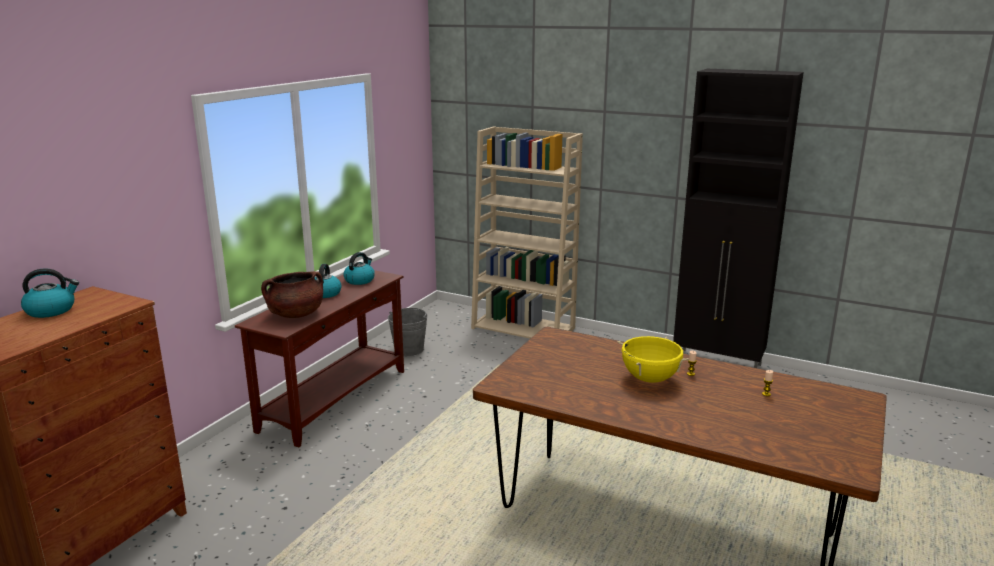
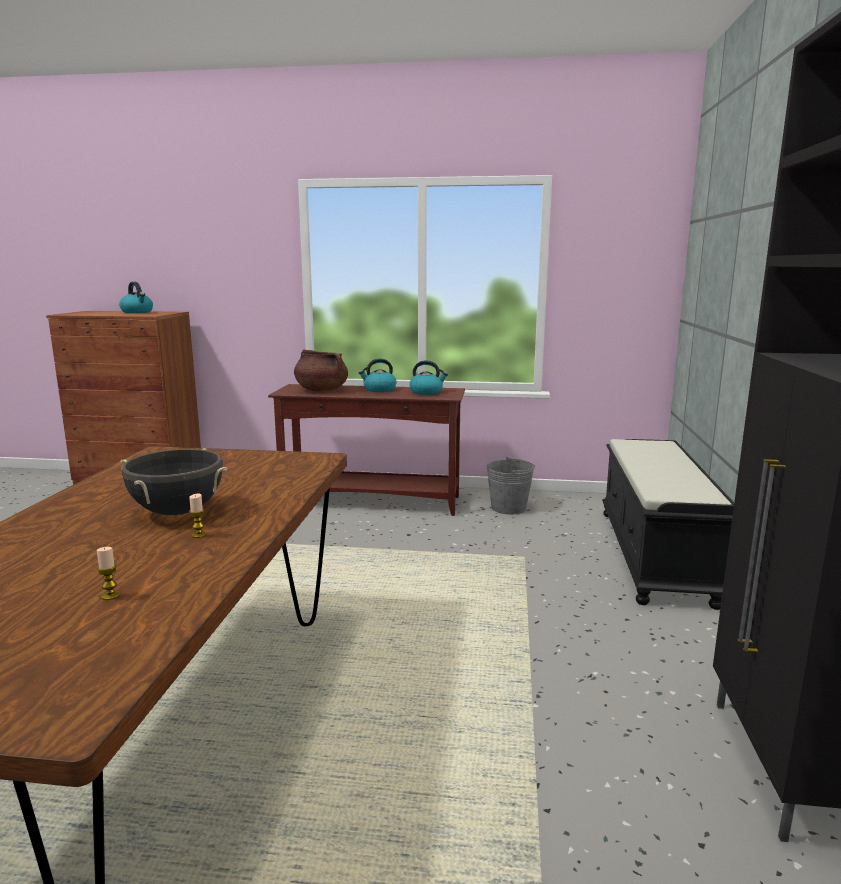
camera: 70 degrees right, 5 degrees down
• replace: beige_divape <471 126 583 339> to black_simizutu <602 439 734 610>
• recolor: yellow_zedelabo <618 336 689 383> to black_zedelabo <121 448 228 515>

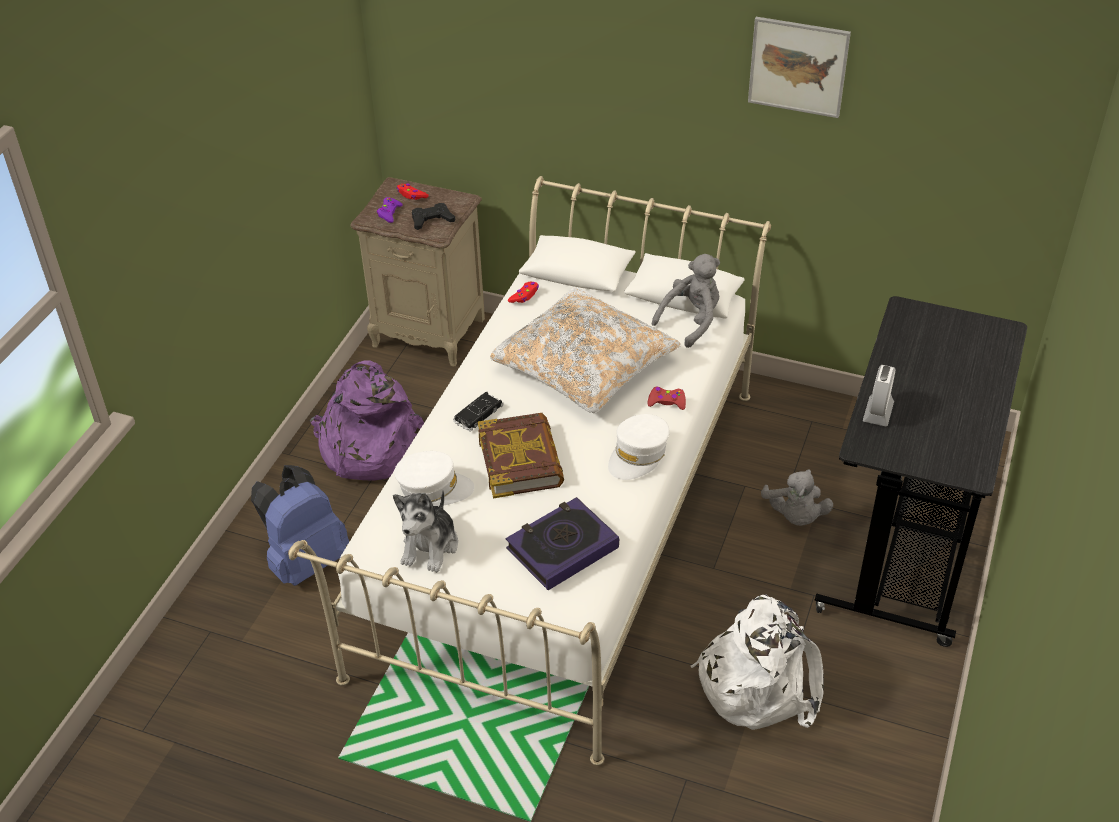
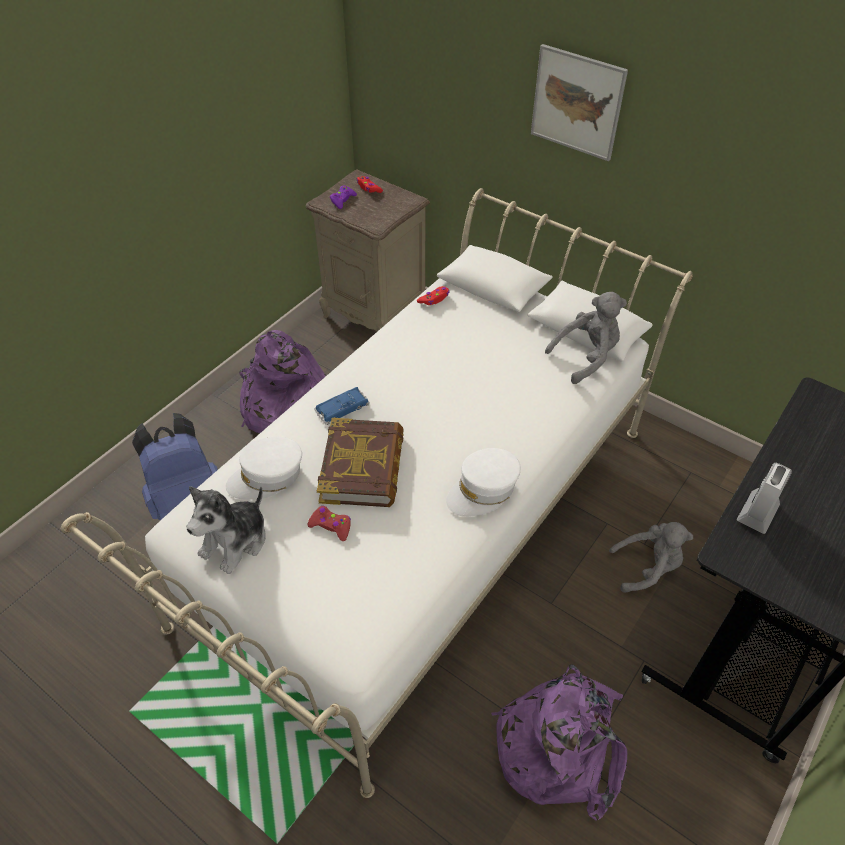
camera: 15 degrees right, 5 degrees up
• move: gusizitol <748 17 851 118> to <531 44 628 161>
• delete: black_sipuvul <412 203 455 230>
• delete: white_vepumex <490 287 681 413>
• move: red_sipuvul <647 387 686 410> to <308 506 351 541>
• recolor: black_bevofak <453 391 504 432> to blue_bevofak <315 387 370 425>
• rotate: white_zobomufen <394 451 475 506> = <226 437 302 500> 135 degrees clockwise
• rotate: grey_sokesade <761 469 833 526> = <609 522 693 593> 105 degrees counterclockwise
• delete: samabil <506 497 619 590>
• recolor: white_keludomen <691 594 824 730> to purple_keludomen <491 664 627 820>

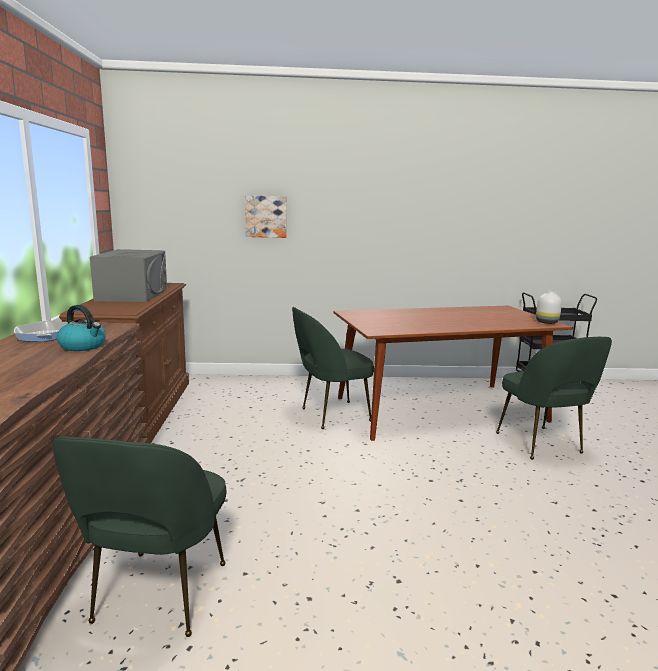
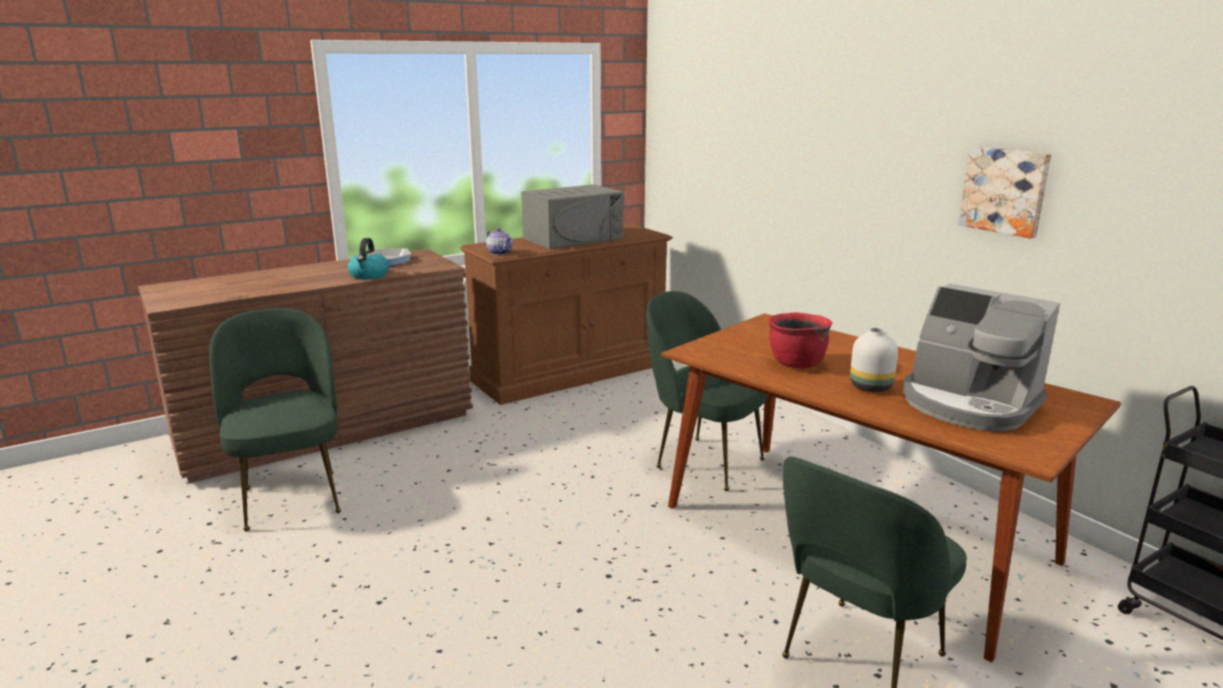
camera: 60 degrees right, 5 degrees up
• move: gusizitol <245 195 287 238> to <958 147 1051 238>
• move: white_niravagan <536 291 562 324> to <850 327 898 392>
• rotate: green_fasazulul <53 437 226 637> = <209 308 341 531> 90 degrees clockwise
• insert: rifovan <486 228 513 255>
• insert: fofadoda <903 284 1060 432>
• insert: red_zedelabo <768 313 832 368>

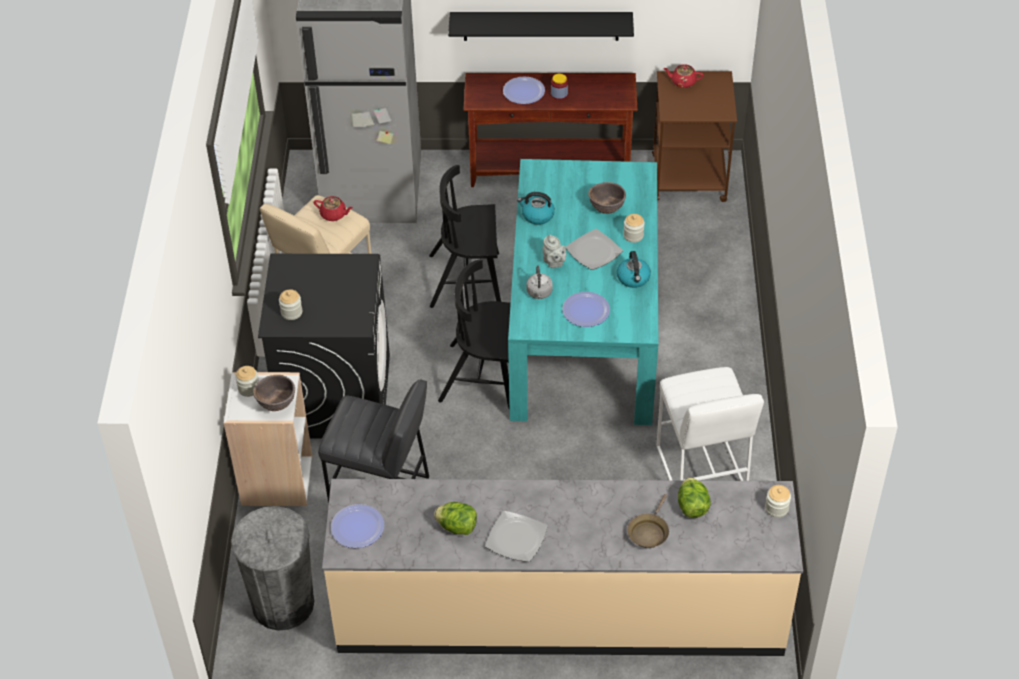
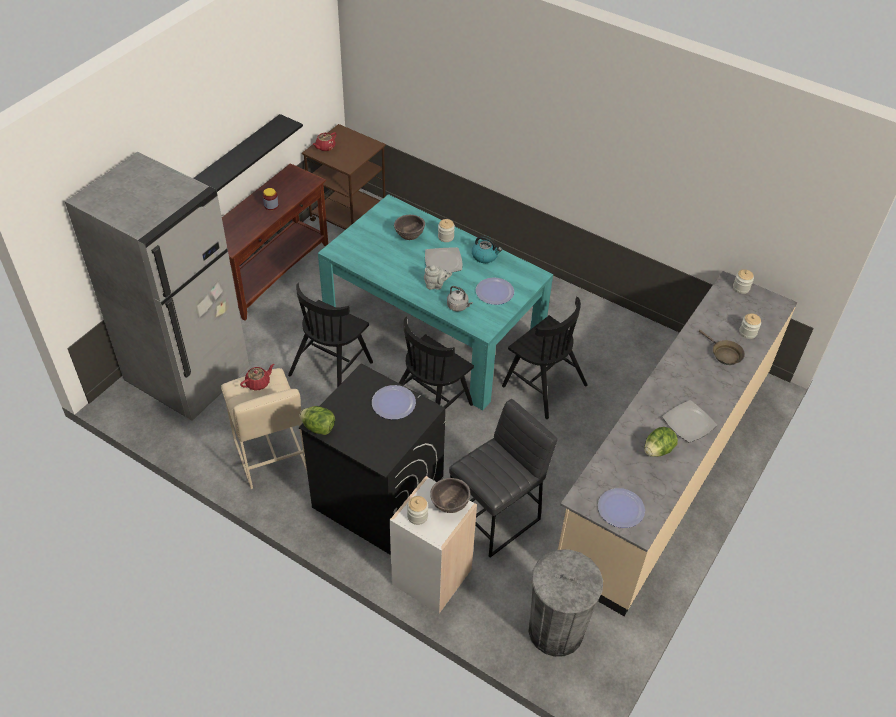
camera: 60 degrees left, 0 degrees up
• move: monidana <503 76 545 104> to <372 385 416 420>
• delete: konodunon <517 192 555 225>
• move: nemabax <279 289 302 320> to <739 313 761 339>
• delete: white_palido <656 367 764 481>
• move: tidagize <678 477 711 518> to <299 406 335 435>
• insert: black_fasazulul <502 296 588 419>

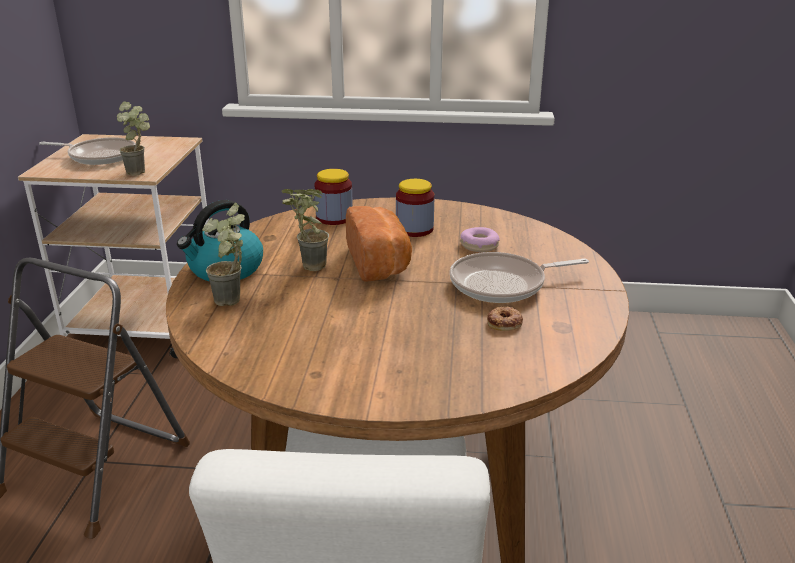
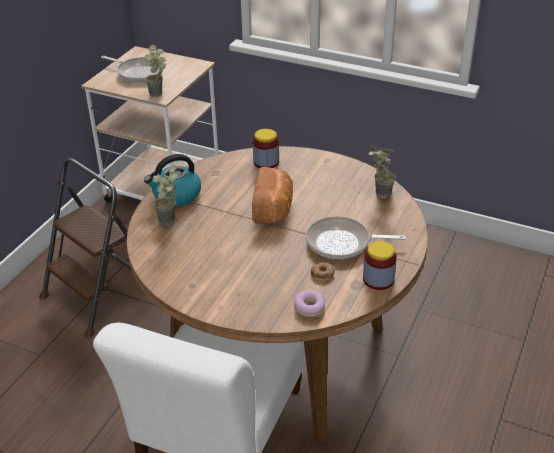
camera: 20 degrees right, 10 degrees up
• move: nemabax <396 179 434 237> to <363 241 397 290>
• move: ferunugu <282 189 329 271> to <368 146 396 199>
• move: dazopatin <460 227 500 252> to <294 290 325 317>

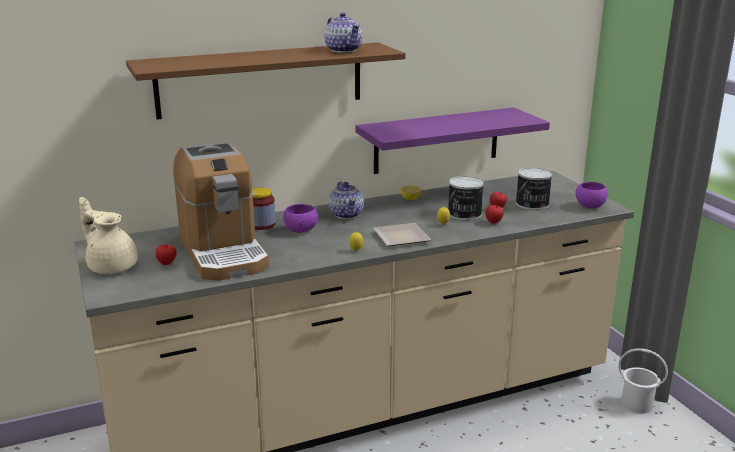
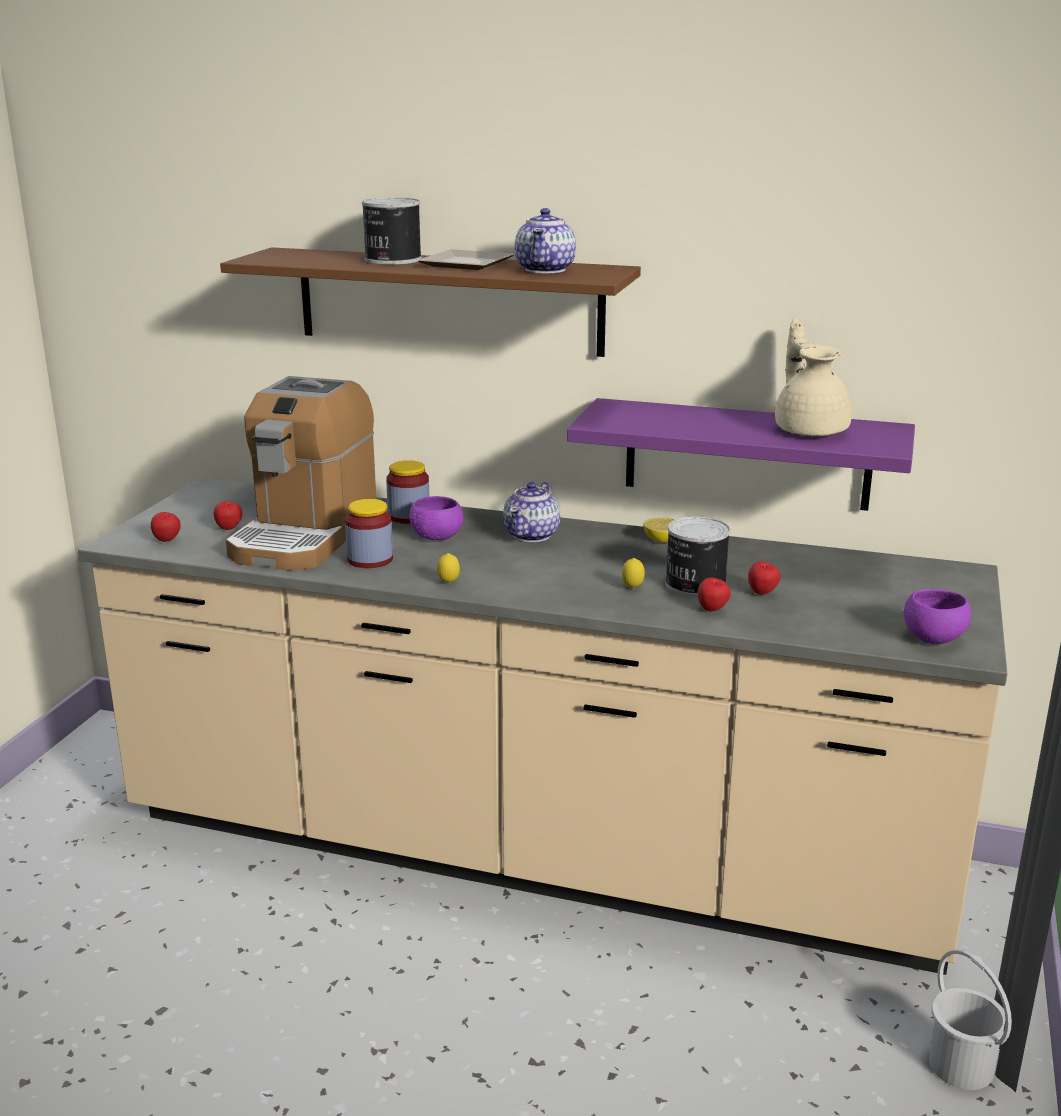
camera: 40 degrees right, 0 degrees up
• move: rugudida <516 167 552 210> to <362 197 422 265>
• move: beige_rifovan <79 197 138 274> to <775 319 852 437>
• move: monidana <373 223 431 246> to <417 249 514 270>
• insert: nemabax <345 499 393 568>
• insert: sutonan <151 512 181 542>

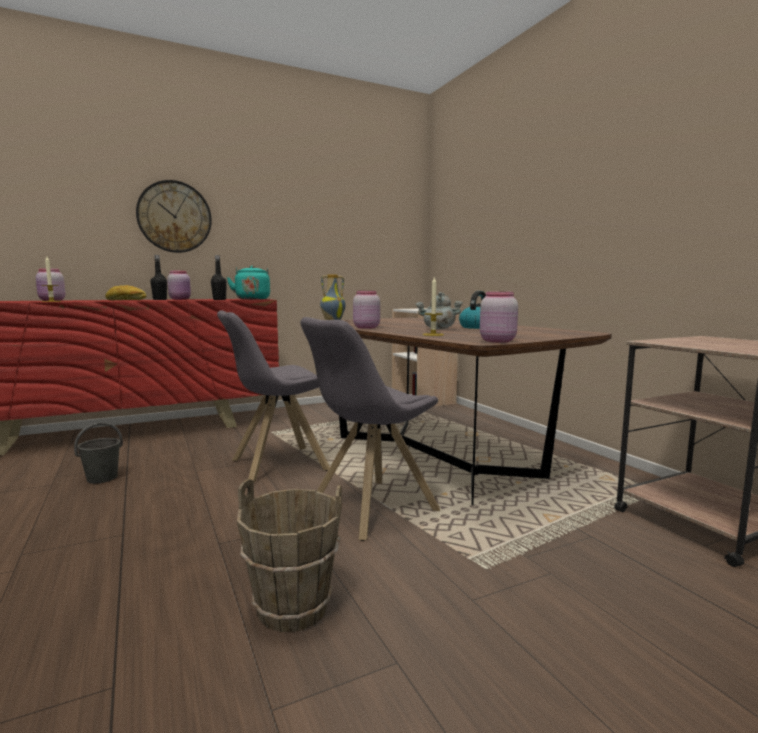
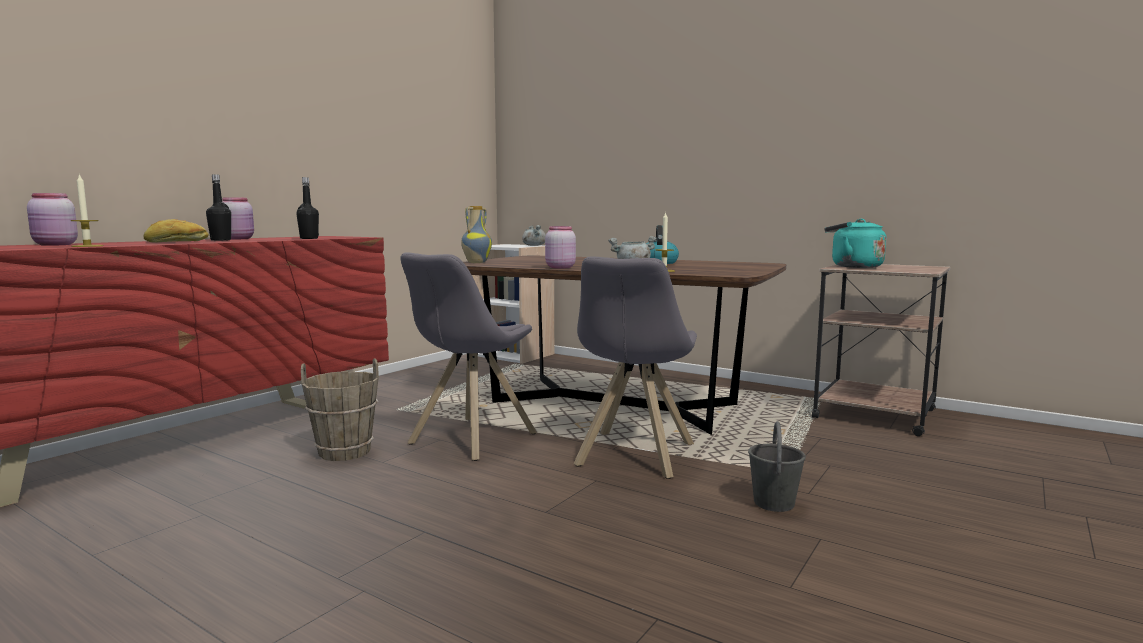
camera: 30 degrees left, 0 degrees up
• delete: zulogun <136 180 212 253>
• move: turquoise_konodunon <227 265 270 299> to <825 219 887 268>
• delete: pink_nemabax <480 292 518 343>
• move: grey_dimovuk <74 422 123 484> to <748 421 806 512>
• move: brown_dimovuk <237 479 342 632> to <301 358 379 461>

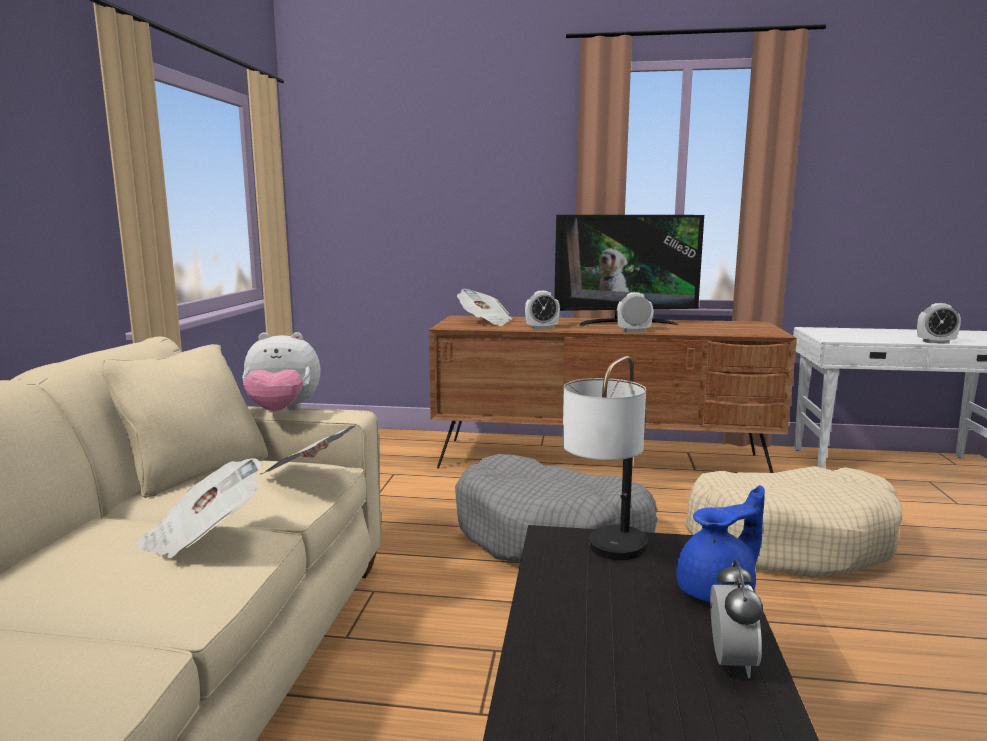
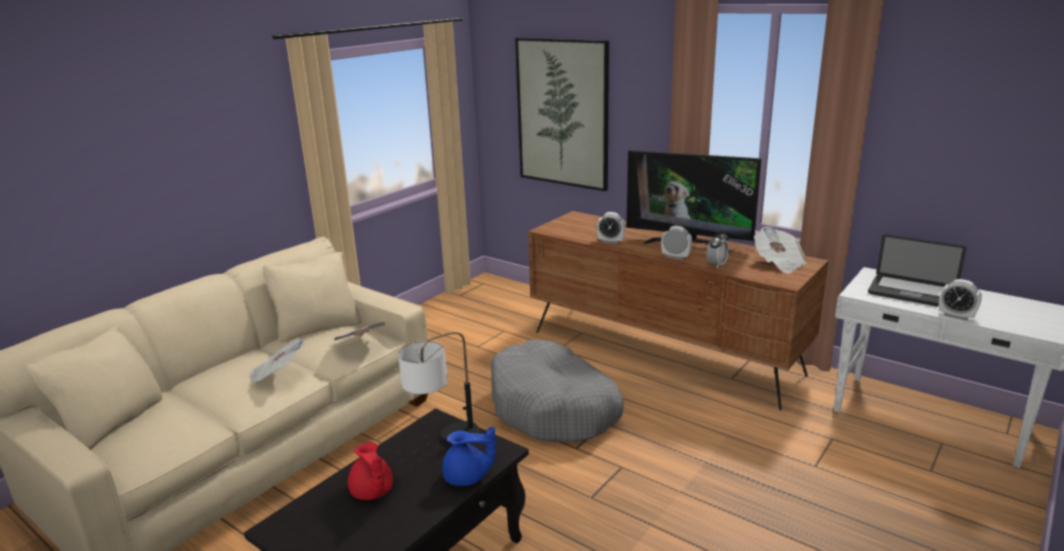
camera: 30 degrees right, 10 degrees up
• move: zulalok <457 289 513 326> to <754 227 807 273>
• delete: sokesade <242 332 320 411>
• delete: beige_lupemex <685 466 902 578>
• move: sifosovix <710 560 763 678> to <706 230 729 269>
• insert: gusizitol <515 38 609 191>
• insert: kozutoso <868 235 966 307>
• insert: red_rifovan <348 442 393 500>

